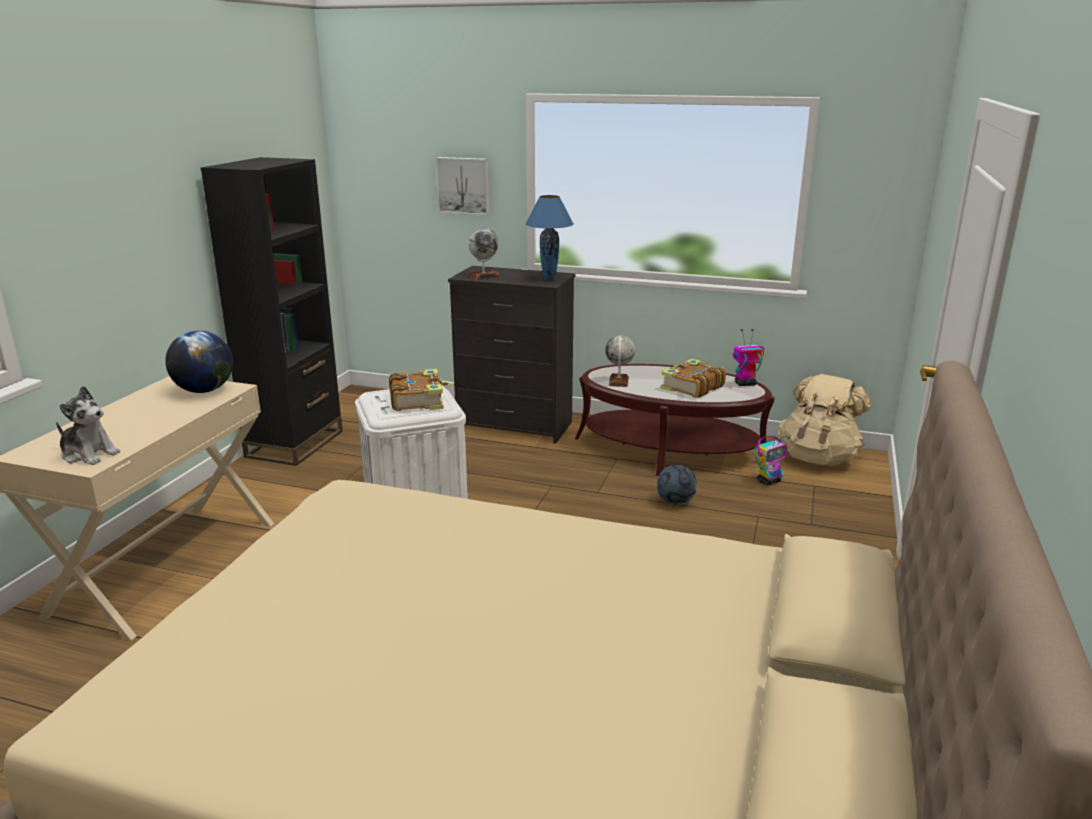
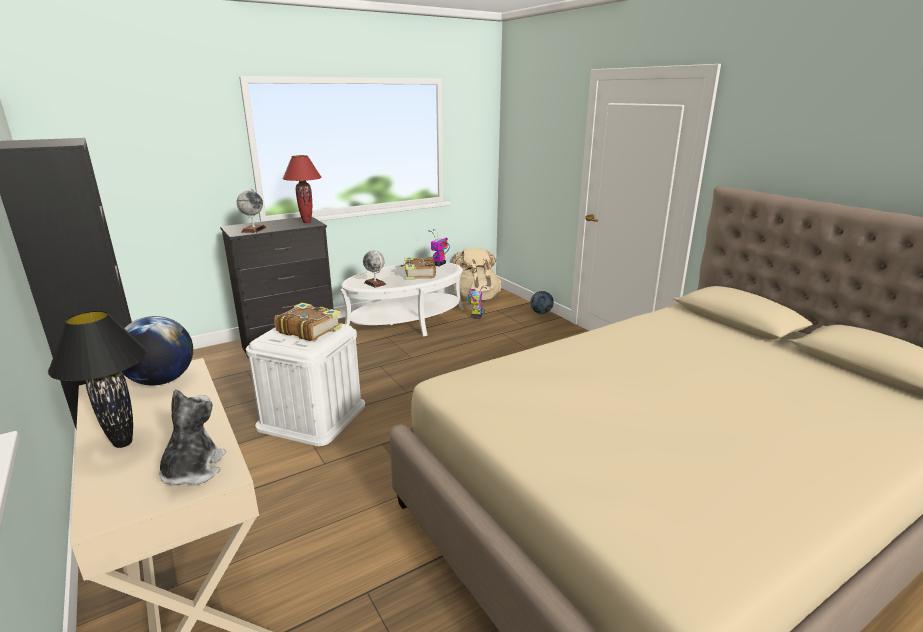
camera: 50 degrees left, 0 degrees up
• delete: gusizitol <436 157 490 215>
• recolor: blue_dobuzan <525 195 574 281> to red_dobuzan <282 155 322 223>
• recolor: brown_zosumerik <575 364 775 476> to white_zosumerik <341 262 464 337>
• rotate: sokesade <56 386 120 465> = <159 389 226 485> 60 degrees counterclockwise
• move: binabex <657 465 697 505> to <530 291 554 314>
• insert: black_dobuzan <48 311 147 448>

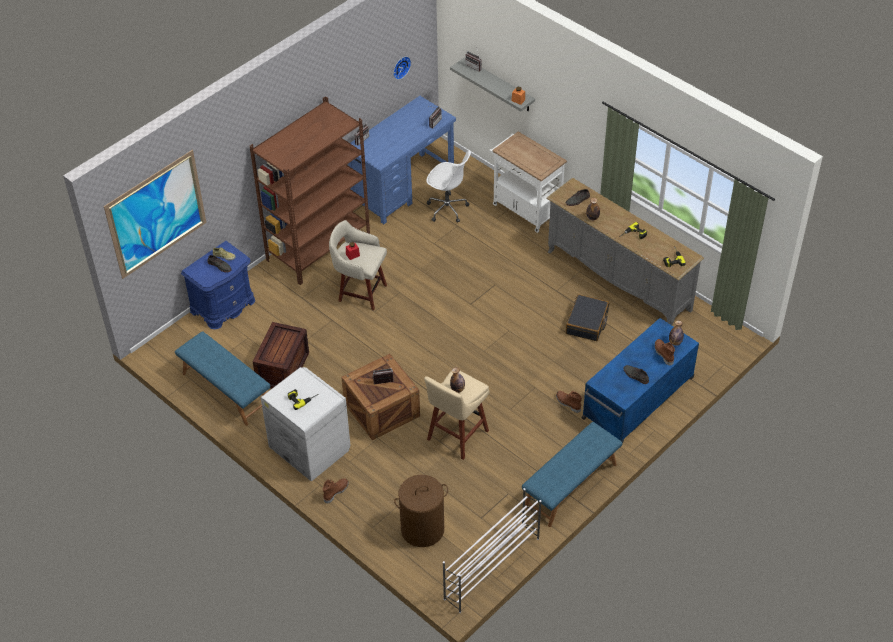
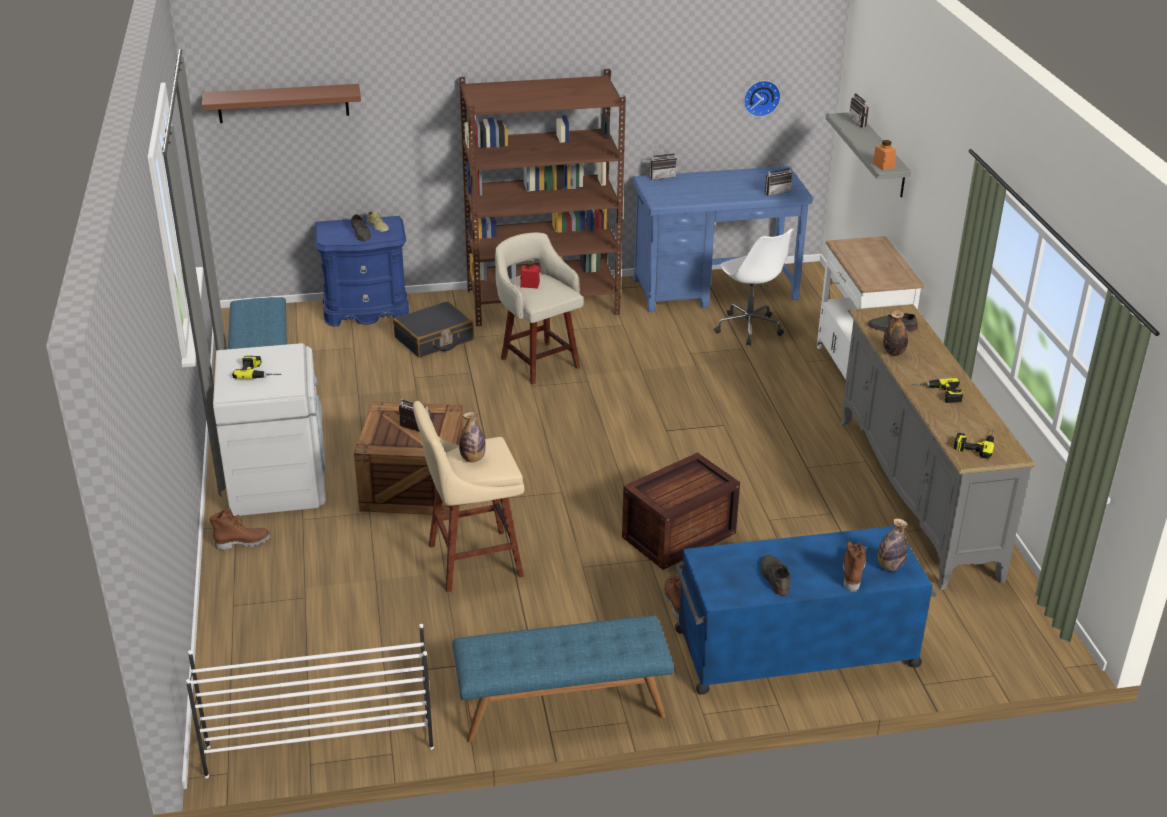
camera: 35 degrees right, 15 degrees down
• replace: gusizitol <104 150 206 279> to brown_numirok <202 84 361 123>
• move: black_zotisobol <566 294 609 341> to <393 301 474 358>
• move: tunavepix <253 322 309 388> to <622 452 740 570>
• delete: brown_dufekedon <394 475 448 547>

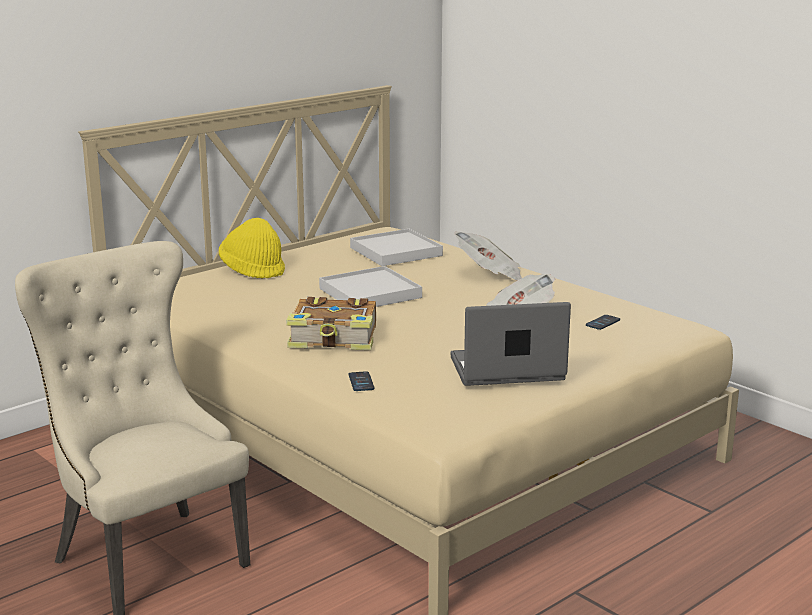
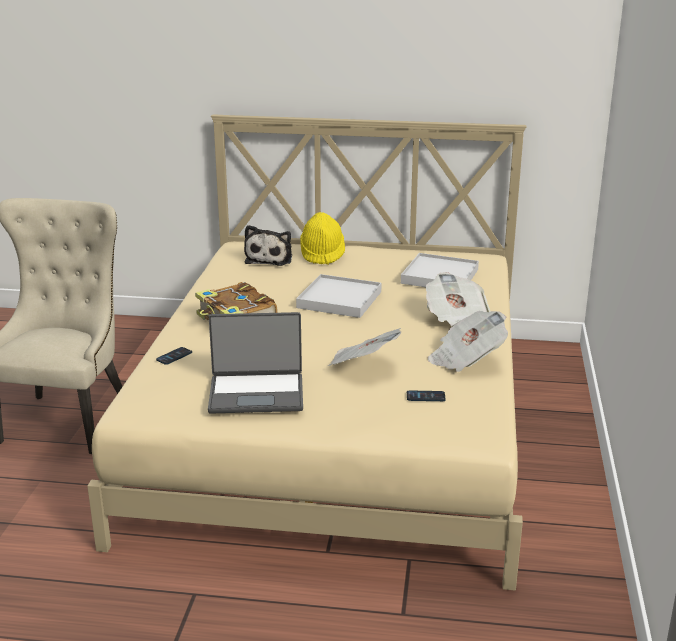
camera: 50 degrees right, 5 degrees up
• rotate: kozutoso <451 302 571 386> = <208 312 303 413> 135 degrees clockwise
• insert: sokesade <244 225 292 266>
• insert: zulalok <428 311 508 372>

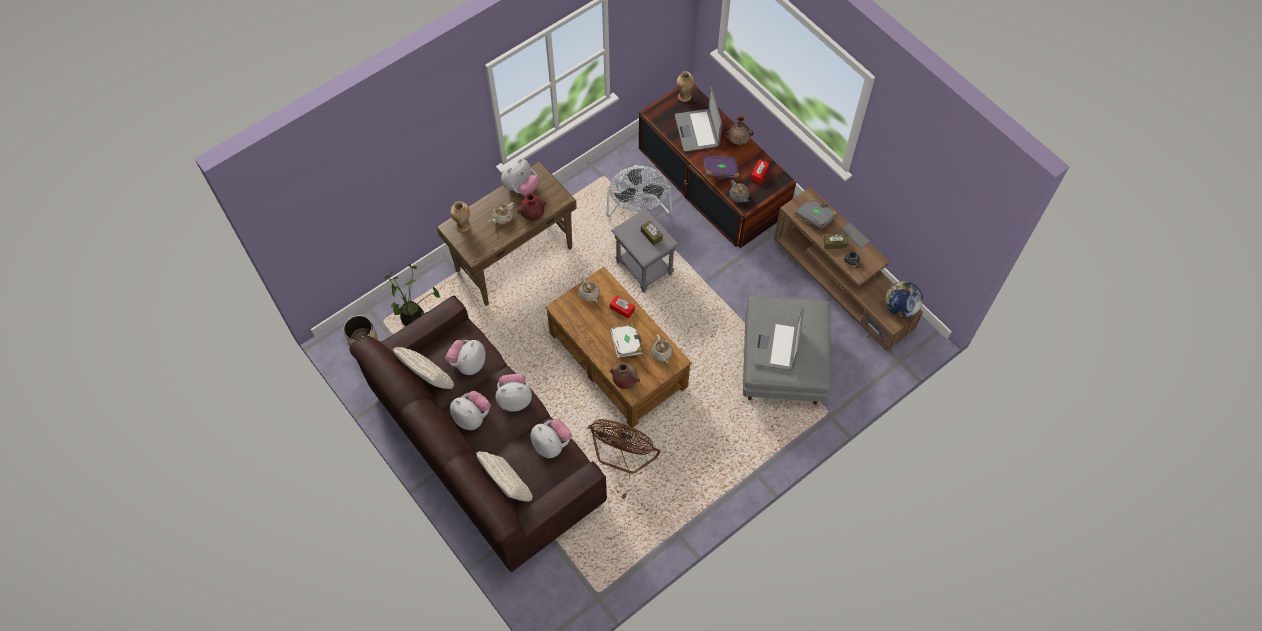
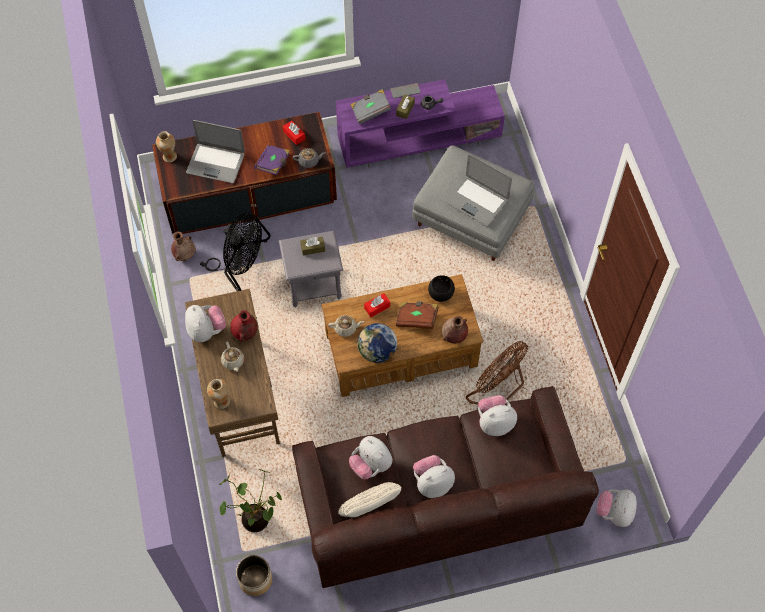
camera: 65 degrees left, 0 degrees up
• move: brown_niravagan <725 115 753 145> to <171 232 196 261>
• recolor: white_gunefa <606 165 672 217> to black_gunefa <200 212 270 291>
• recolor: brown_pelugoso <774 186 923 351> to purple_pelugoso <336 79 505 168>
• move: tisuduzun <885 281 923 318> to <357 323 397 363>
• recolor: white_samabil <610 324 642 358> to brown_samabil <396 301 439 329>
• replace: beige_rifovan <651 334 673 363> to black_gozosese <428 275 455 302>
• move: sokesade <495 373 532 412> to <596 489 637 527>
• delete: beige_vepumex <476 452 532 502>

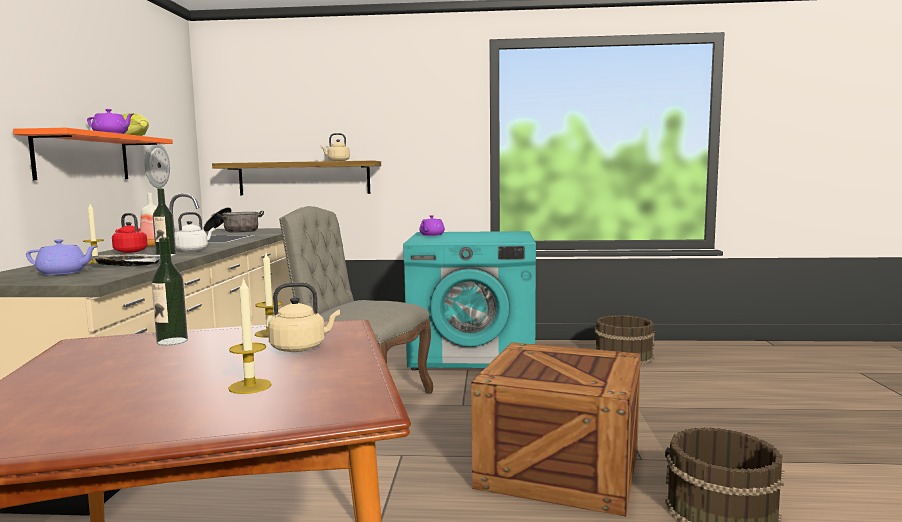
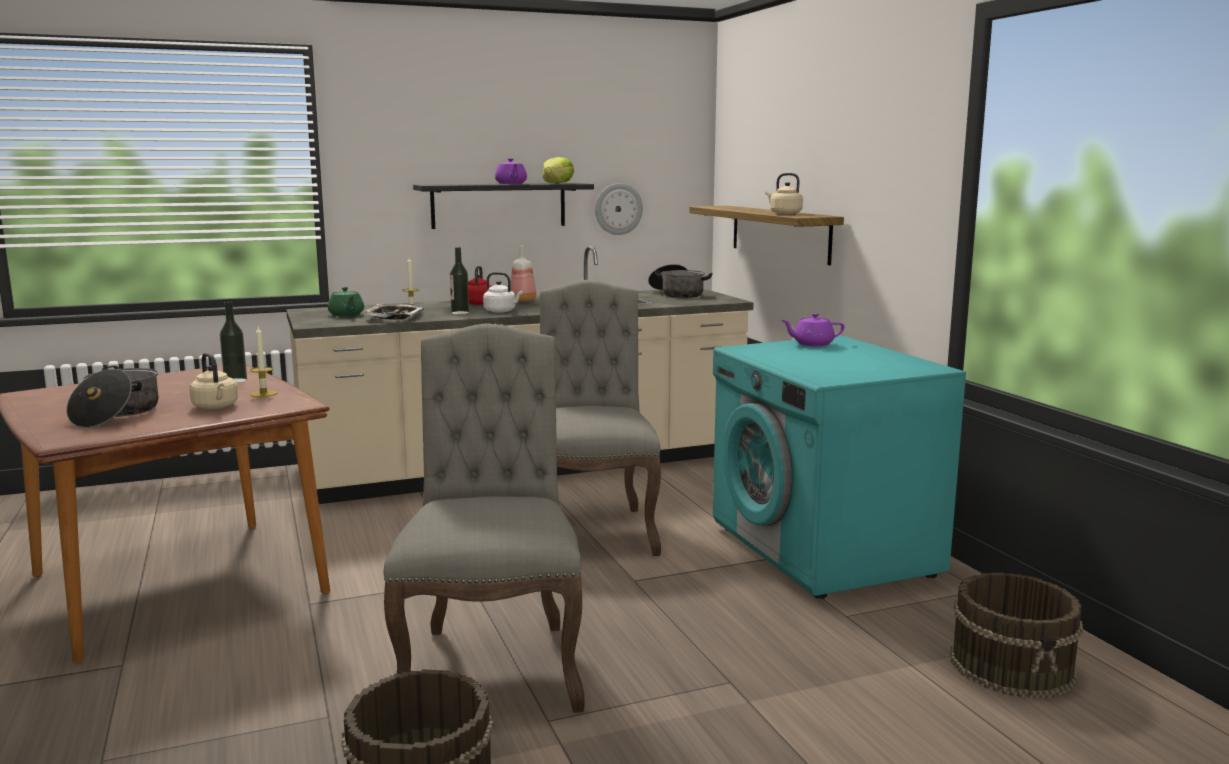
camera: 65 degrees right, 5 degrees up
• recolor: orange_numirok <13 128 173 180> to black_numirok <413 183 594 229>
• recolor: purple_rifovan <26 239 97 275> to green_rifovan <328 287 364 316>
• replace: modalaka <228 277 272 394> to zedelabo <66 366 159 428>
• replace: tunavepix <471 342 641 516> to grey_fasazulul <383 323 584 713>

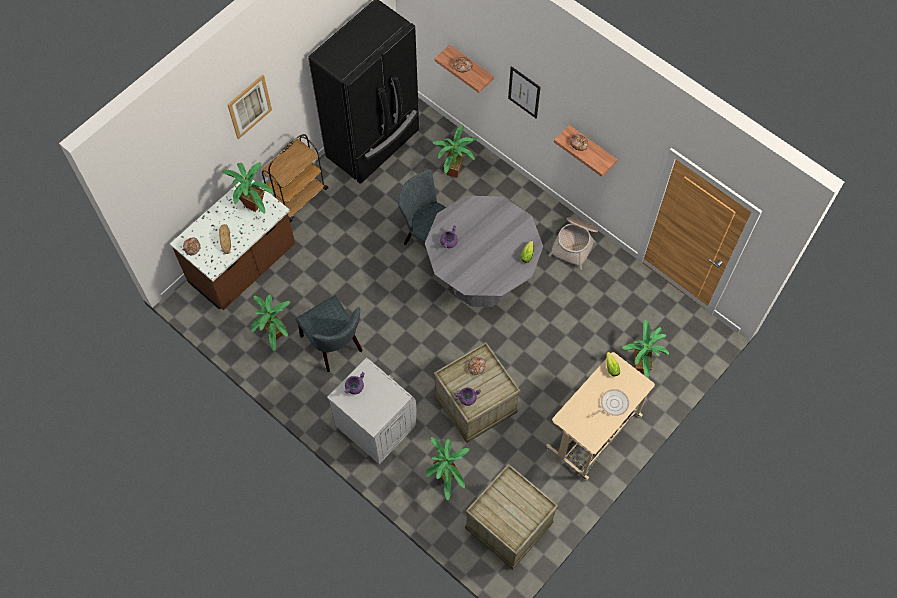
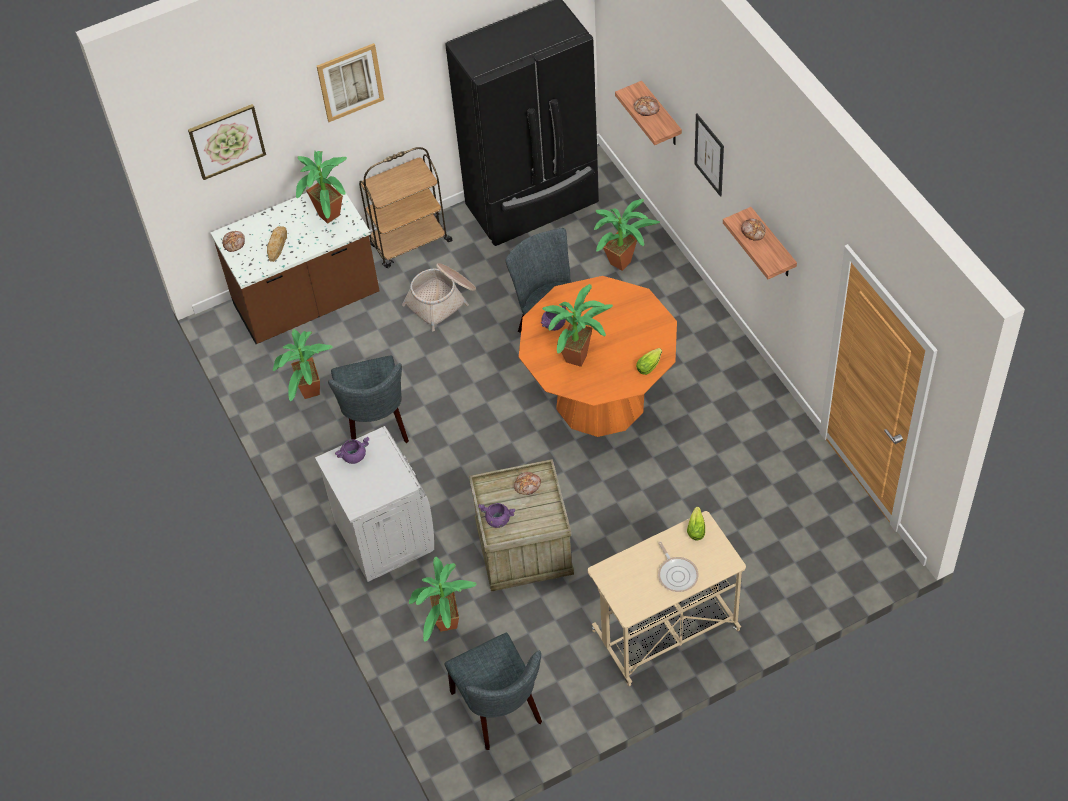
camera: 25 degrees right, 10 degrees down
• recolor: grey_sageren <425 196 543 307> to orange_sageren <519 276 677 437>
• move: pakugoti <549 217 598 270> to <402 263 476 331>
• move: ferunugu <622 320 669 378> to <542 284 613 367>
• rotate: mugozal <591 389 629 417> = <658 542 699 592> 75 degrees clockwise
• replace: tunavepix <465 464 559 569> to grey_fasazulul <445 633 542 750>
• insert: gusizitol <188 104 266 180>

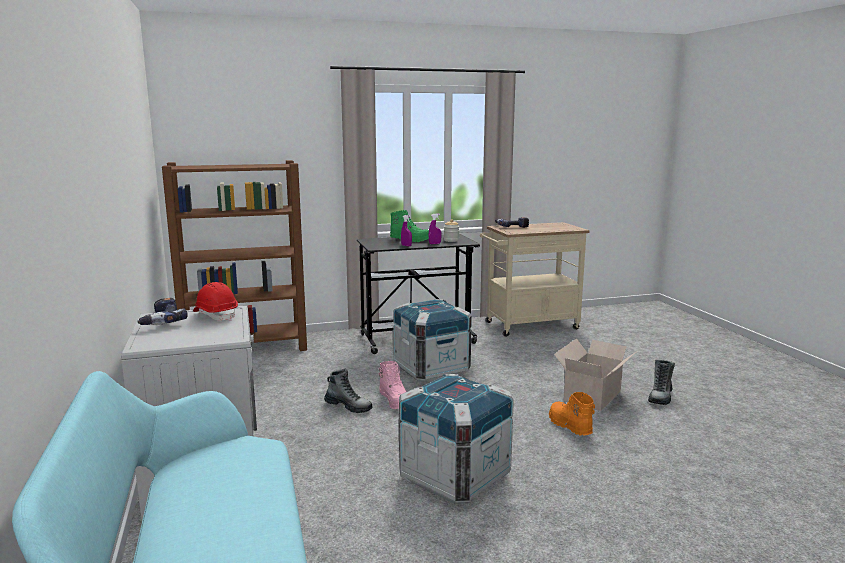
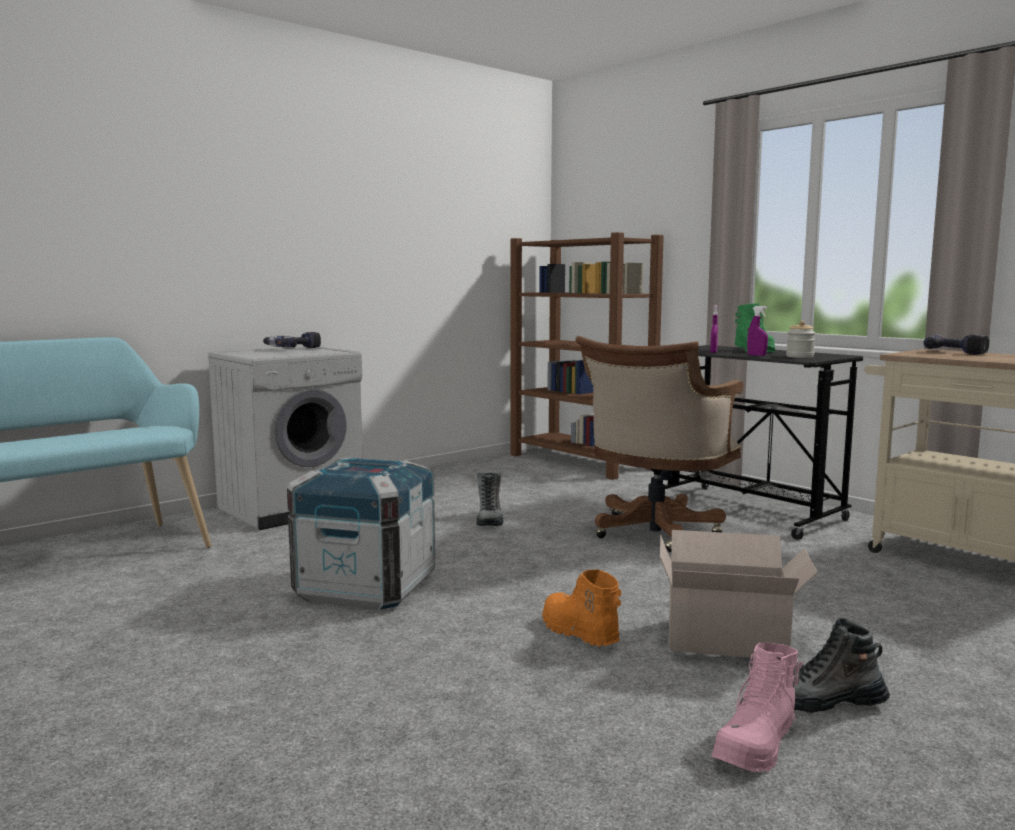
camera: 65 degrees right, 5 degrees down
• delete: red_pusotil <193 282 238 321>
• replace: tunavepix <393 299 472 382> to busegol <575 336 743 552>
• move: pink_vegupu <378 361 406 409> to <711 643 803 772>
• rotate: orange_vegupu <549 392 595 436> = <542 570 621 646> 75 degrees counterclockwise

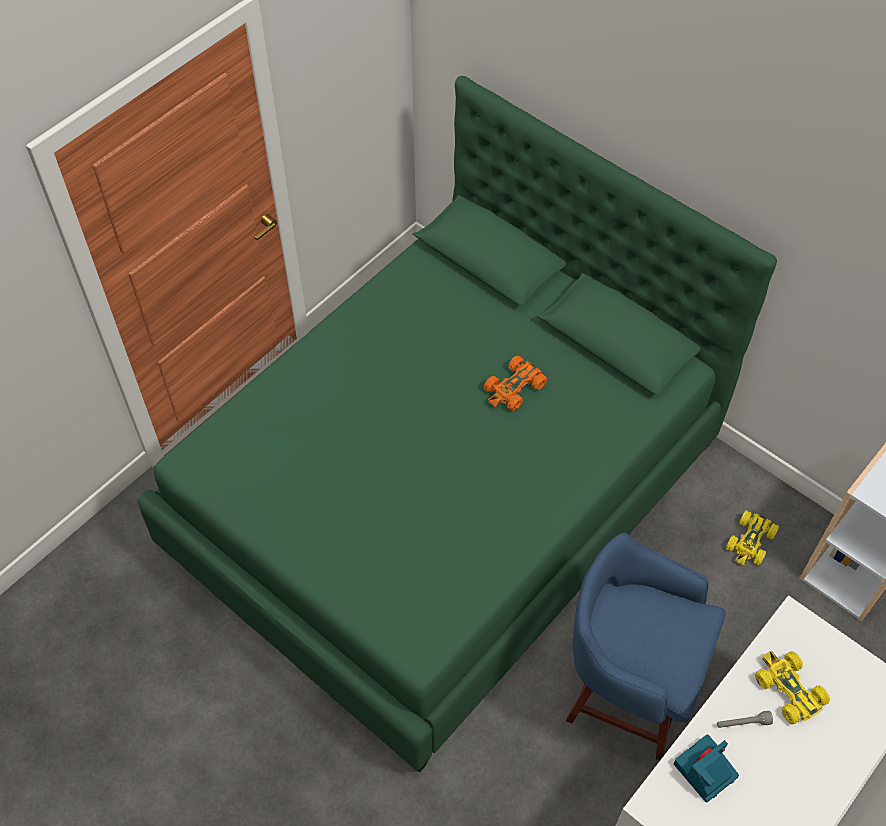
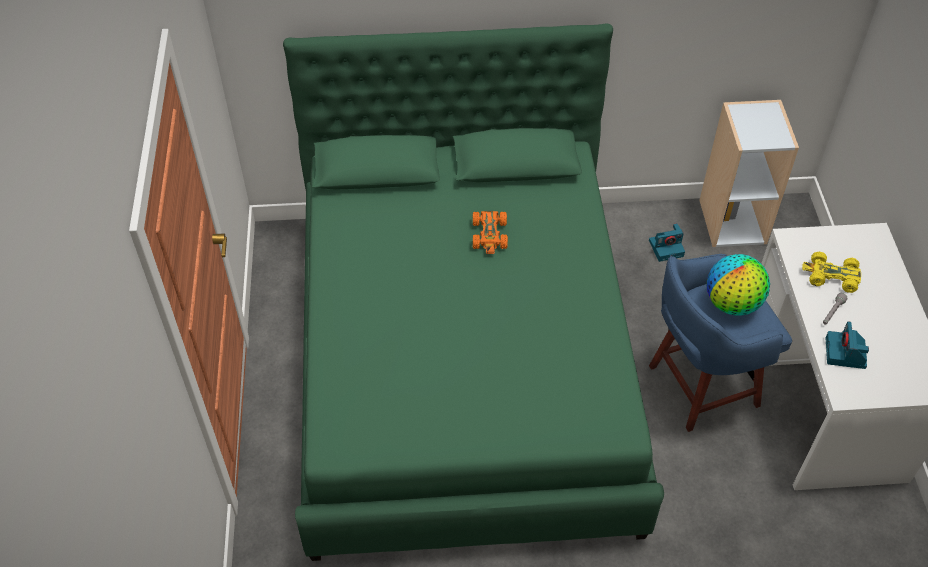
camera: 45 degrees left, 5 degrees down
• replace: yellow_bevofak <726 510 779 565> to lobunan <649 223 685 262>
• insert: tisuduzun <707 254 770 316>

